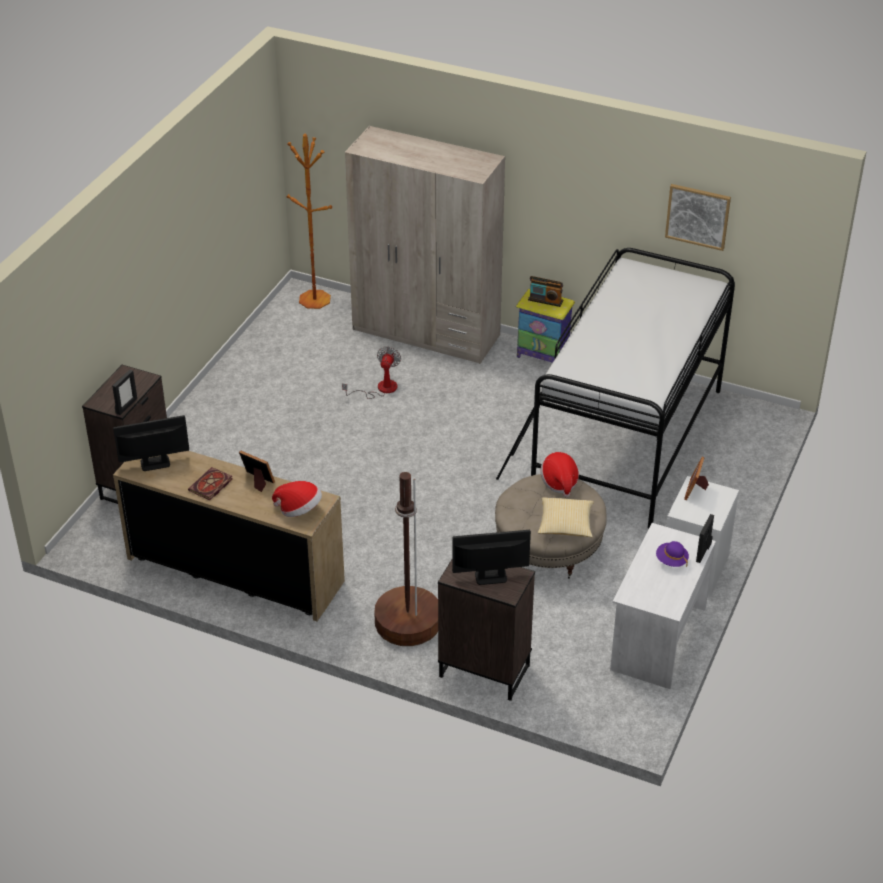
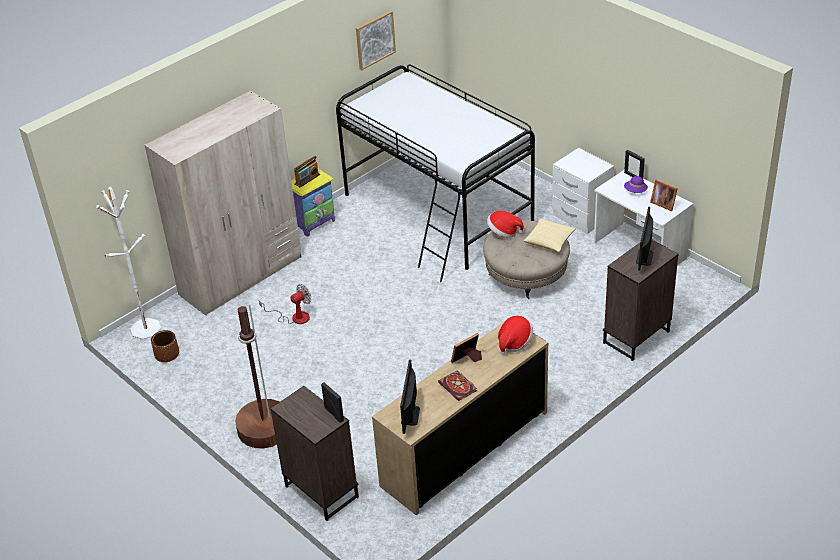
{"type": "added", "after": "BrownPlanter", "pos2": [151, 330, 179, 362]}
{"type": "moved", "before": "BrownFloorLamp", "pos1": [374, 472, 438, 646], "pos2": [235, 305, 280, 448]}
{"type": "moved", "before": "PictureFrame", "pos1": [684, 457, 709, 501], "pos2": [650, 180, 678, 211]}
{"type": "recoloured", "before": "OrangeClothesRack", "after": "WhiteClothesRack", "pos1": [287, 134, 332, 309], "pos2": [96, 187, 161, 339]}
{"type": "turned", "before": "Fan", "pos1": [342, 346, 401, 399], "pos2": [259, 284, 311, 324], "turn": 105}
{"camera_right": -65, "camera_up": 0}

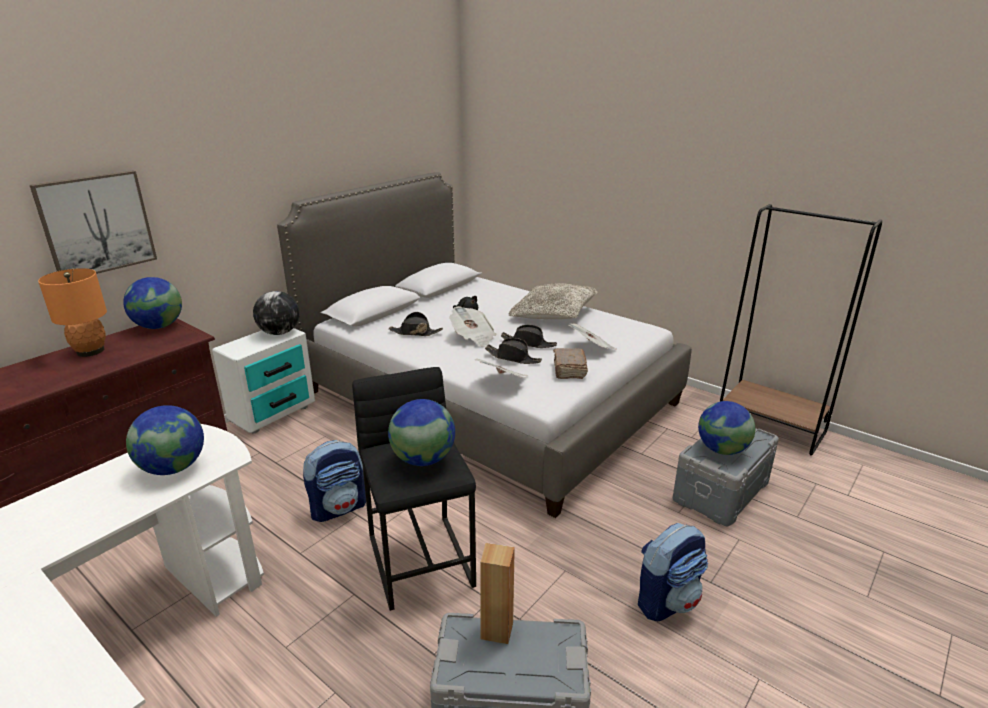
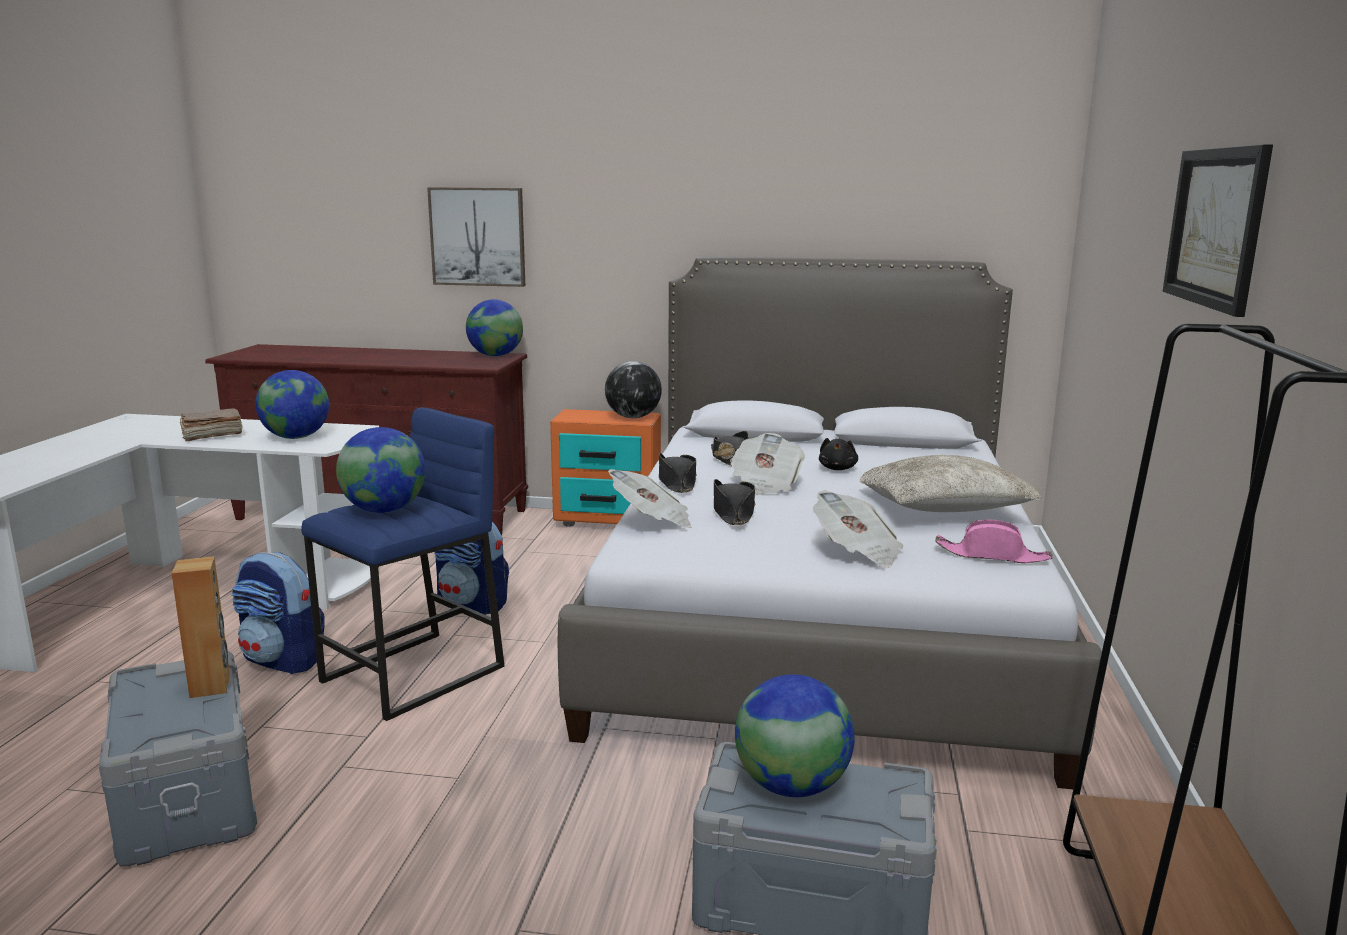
{"type": "removed", "before": "OrangeTableLamp", "pos1": [38, 268, 107, 357]}
{"type": "added", "after": "PinkHat", "pos2": [935, 520, 1053, 563]}
{"type": "added", "after": "Picture", "pos2": [1163, 145, 1273, 317]}
{"type": "moved", "before": "BlackHat", "pos1": [501, 325, 557, 348], "pos2": [659, 453, 697, 493]}
{"type": "moved", "before": "BrownBook", "pos1": [553, 348, 588, 379], "pos2": [180, 408, 243, 442]}
{"type": "moved", "before": "Backpack", "pos1": [638, 523, 708, 621], "pos2": [232, 552, 325, 674]}
{"type": "recoloured", "before": "WhiteNightstand", "after": "OrangeNightstand", "pos1": [212, 328, 315, 433], "pos2": [550, 409, 661, 527]}
{"type": "recoloured", "before": "BlackStool", "after": "BlueStool", "pos1": [352, 367, 476, 611], "pos2": [301, 407, 505, 721]}
{"camera_right": 60, "camera_up": -10}

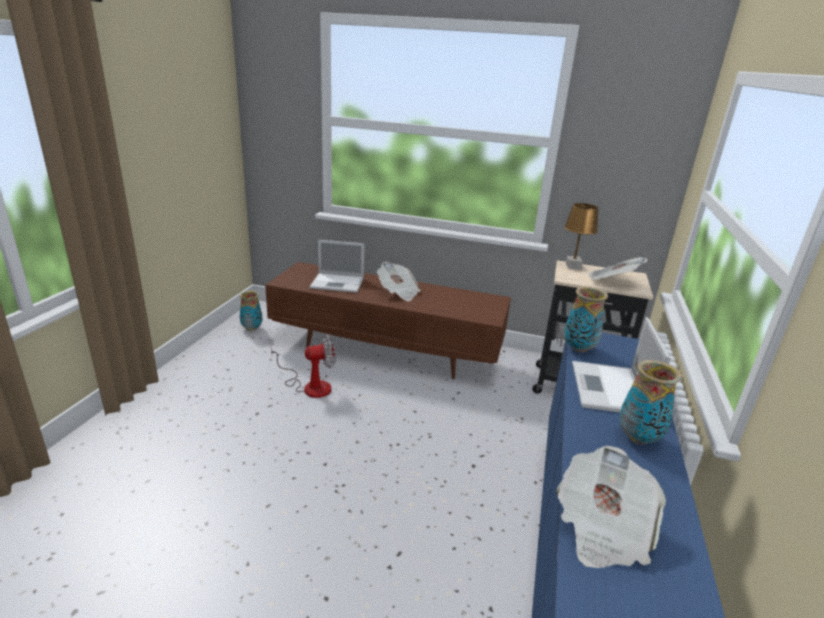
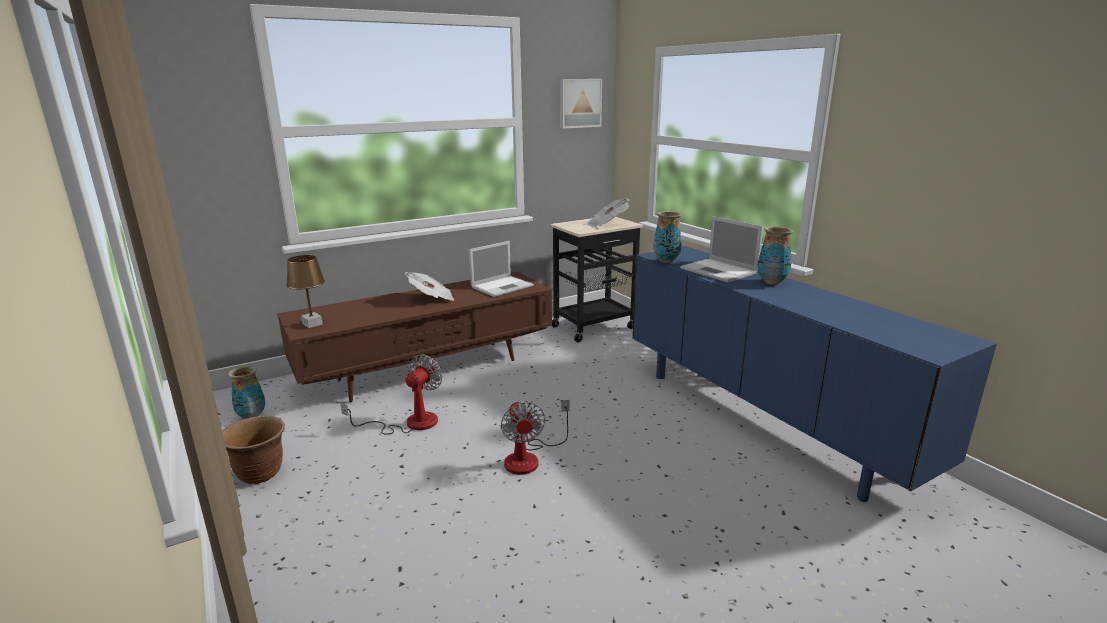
{"type": "removed", "before": "Newspaper", "pos1": [557, 446, 666, 568]}
{"type": "added", "after": "BrownPlanter", "pos2": [222, 416, 285, 484]}
{"type": "added", "after": "Fan", "pos2": [501, 400, 570, 475]}
{"type": "added", "after": "Picture", "pos2": [560, 79, 602, 129]}
{"type": "moved", "before": "Laptop", "pos1": [310, 240, 365, 293], "pos2": [469, 241, 534, 297]}
{"type": "moved", "before": "BrownTableLamp", "pos1": [564, 203, 598, 269], "pos2": [287, 255, 325, 328]}
{"camera_right": -45, "camera_up": -5}

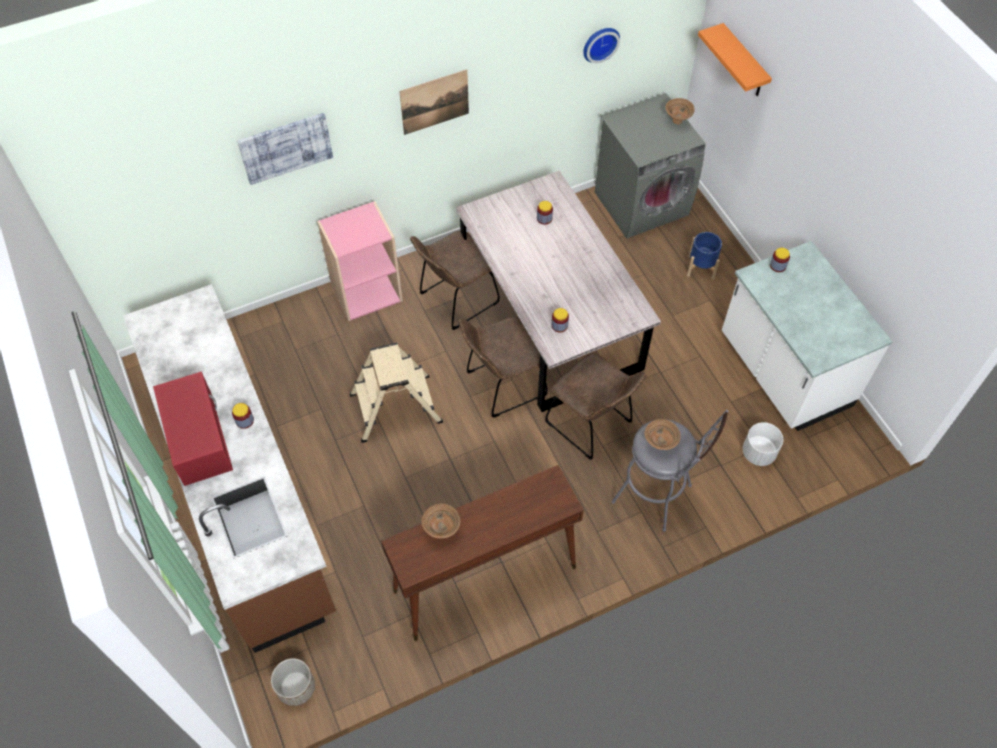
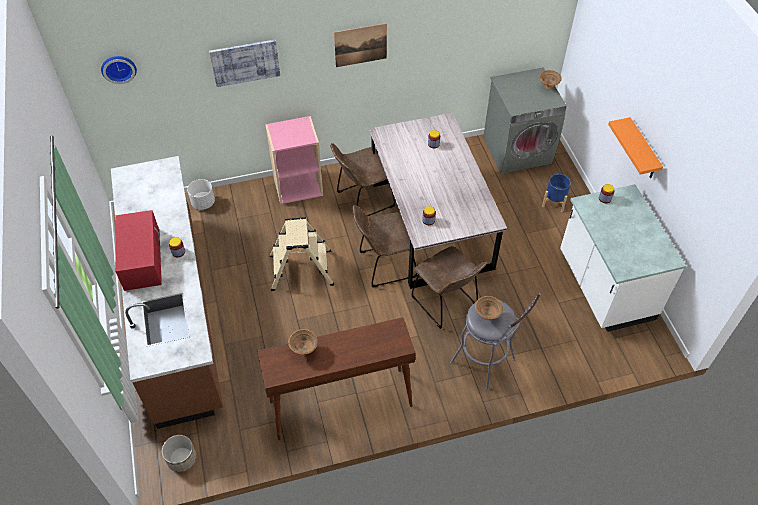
{"type": "moved", "before": "WallClock", "pos1": [583, 28, 620, 63], "pos2": [101, 56, 137, 84]}
{"type": "moved", "before": "OrangeShelf", "pos1": [698, 23, 772, 96], "pos2": [608, 117, 663, 178]}
{"type": "moved", "before": "WhitePlanter", "pos1": [743, 422, 783, 466], "pos2": [187, 179, 215, 210]}
{"camera_right": 10, "camera_up": -5}

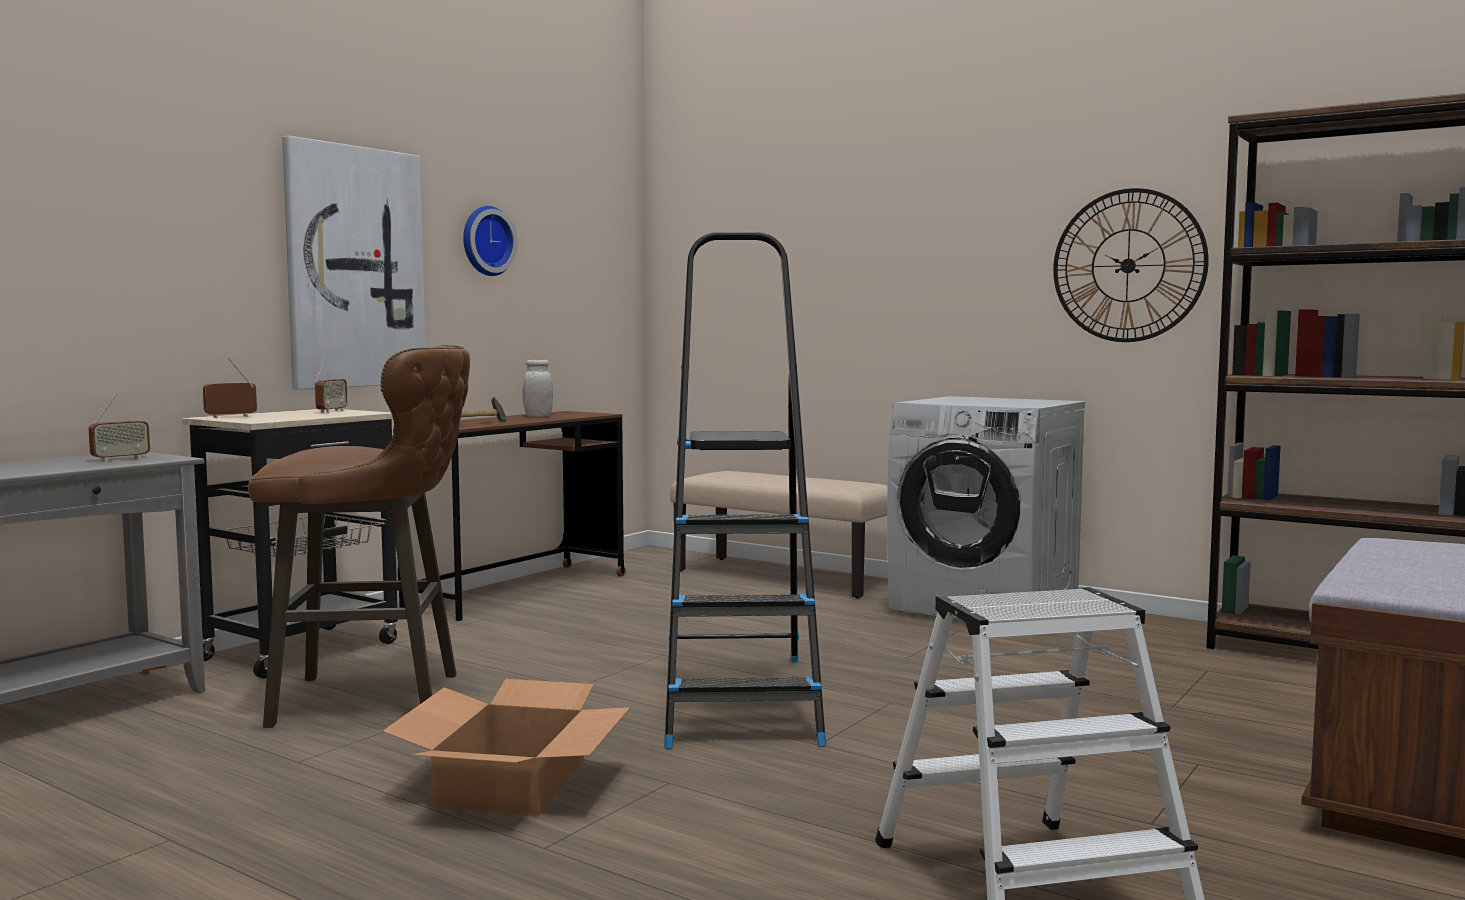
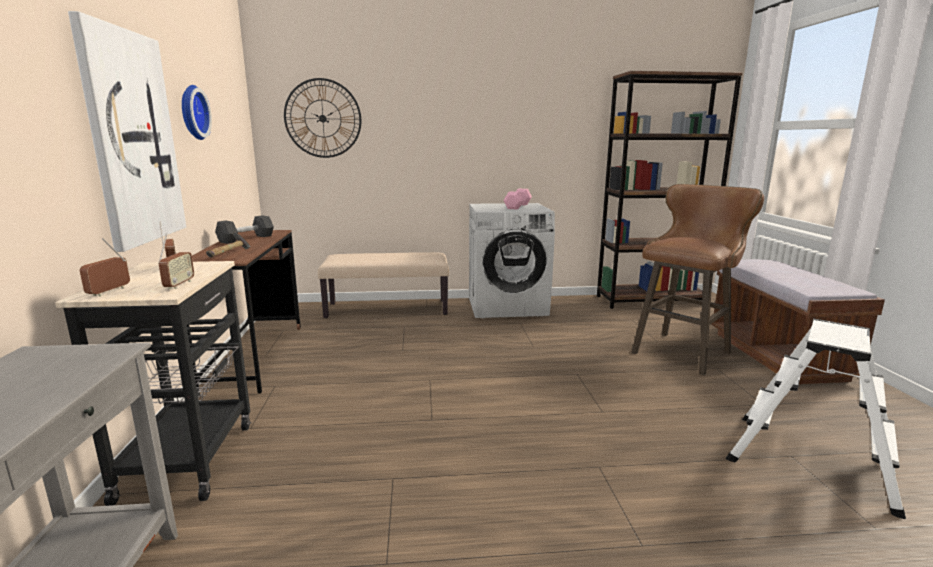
{"type": "removed", "before": "CardboardBox", "pos1": [382, 679, 630, 816]}
{"type": "removed", "before": "BlackStepLadder", "pos1": [664, 232, 826, 749]}
{"type": "added", "after": "PinkDumbbell", "pos2": [503, 189, 532, 210]}
{"type": "moved", "before": "Radio", "pos1": [89, 394, 150, 461], "pos2": [158, 233, 194, 289]}
{"type": "moved", "before": "BrownStool", "pos1": [248, 345, 470, 728], "pos2": [631, 184, 764, 375]}
{"type": "moved", "before": "WallClock", "pos1": [1053, 188, 1209, 342], "pos2": [284, 78, 361, 158]}
{"type": "replaced", "before": "WhiteJar", "after": "GreyDumbbell", "pos1": [523, 360, 553, 417], "pos2": [215, 215, 274, 244]}
{"camera_right": -40, "camera_up": 10}

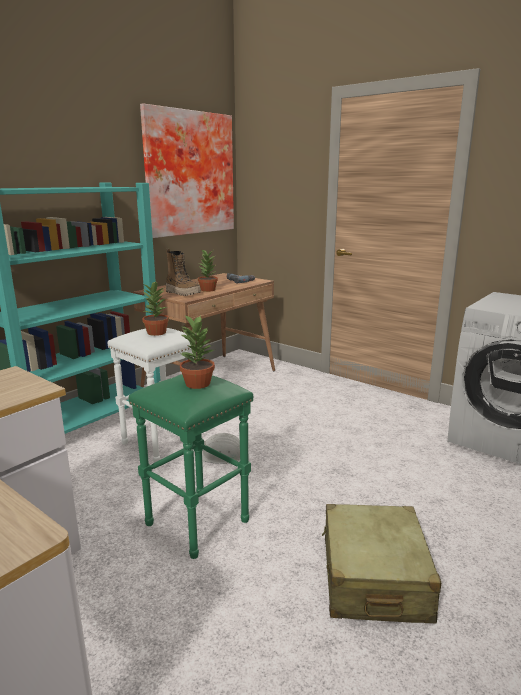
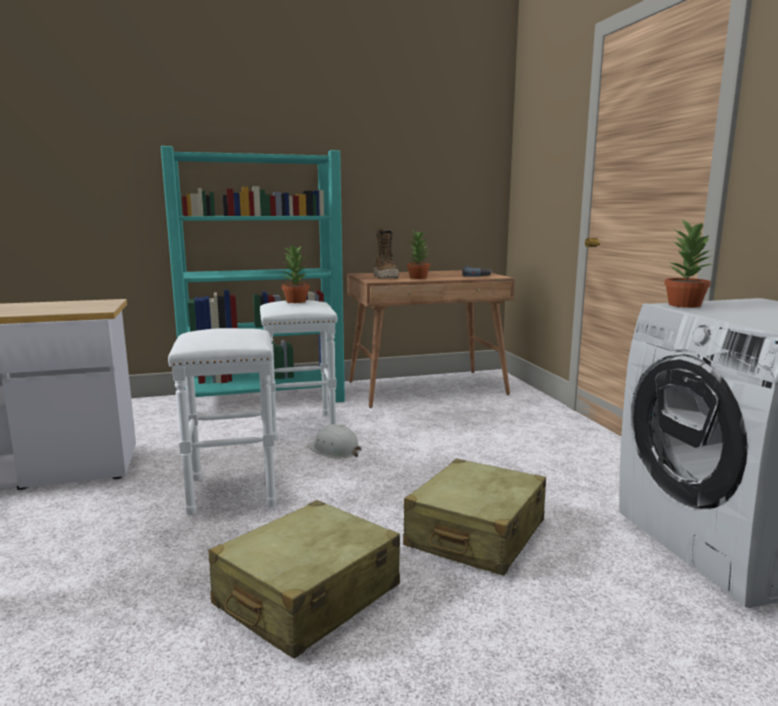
{"type": "removed", "before": "Picture", "pos1": [140, 103, 234, 238]}
{"type": "added", "after": "BeigeSuitcase", "pos2": [403, 459, 546, 576]}
{"type": "moved", "before": "PottedPlant", "pos1": [180, 315, 215, 389], "pos2": [664, 219, 715, 308]}
{"type": "recoloured", "before": "GreenStool", "after": "WhiteStool", "pos1": [129, 374, 253, 559], "pos2": [168, 328, 276, 515]}
{"camera_right": 35, "camera_up": -5}

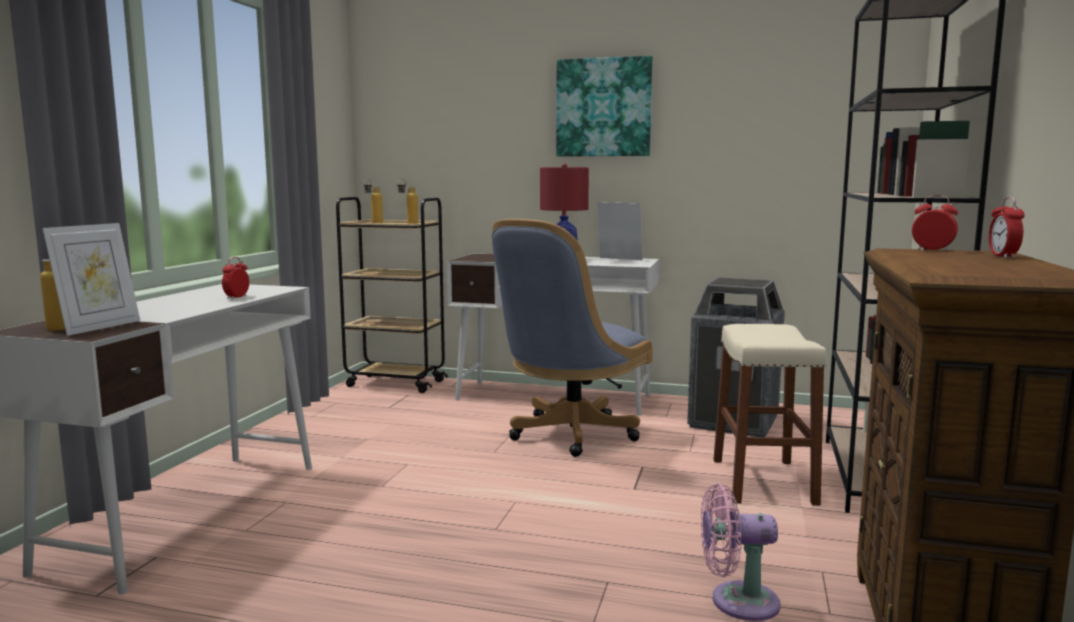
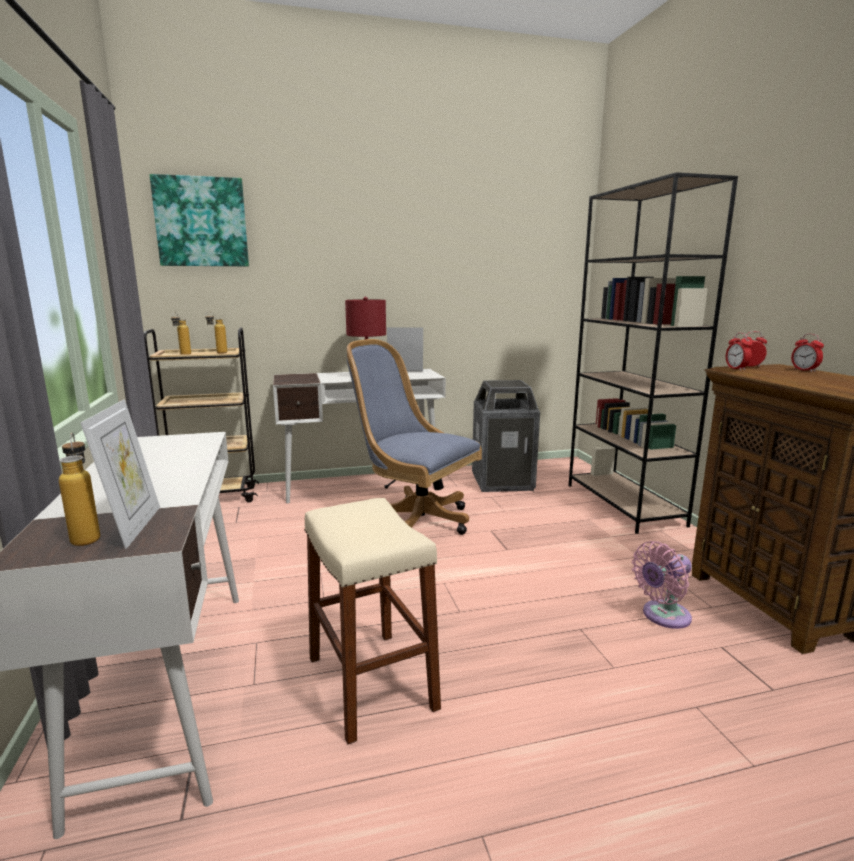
{"type": "moved", "before": "AlarmClock", "pos1": [222, 257, 249, 299], "pos2": [726, 333, 752, 370]}
{"type": "moved", "before": "Picture", "pos1": [556, 56, 653, 157], "pos2": [150, 174, 249, 267]}
{"type": "moved", "before": "BeigeStool", "pos1": [713, 324, 827, 506], "pos2": [304, 498, 441, 744]}
{"type": "turned", "before": "BlueOfficeChair", "pos1": [492, 219, 653, 457], "pos2": [347, 339, 482, 535], "turn": 120}
{"camera_right": -30, "camera_up": 5}

